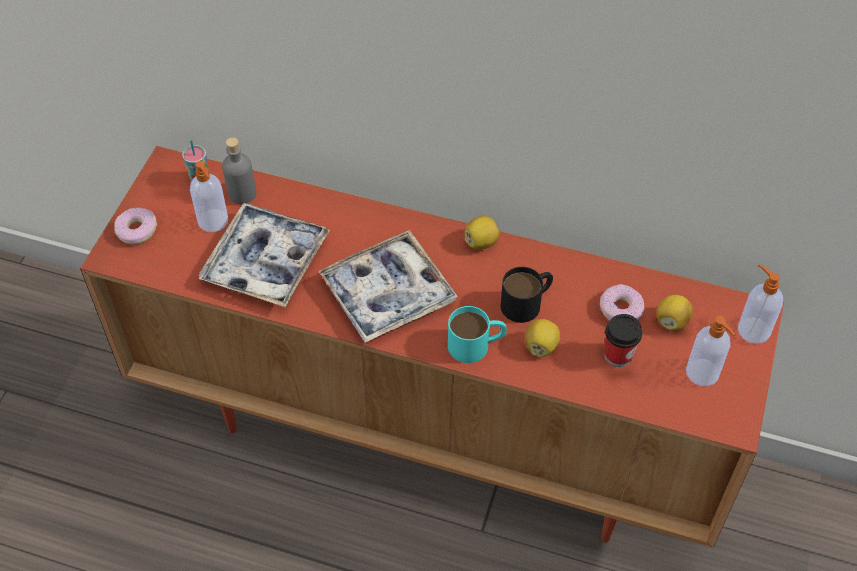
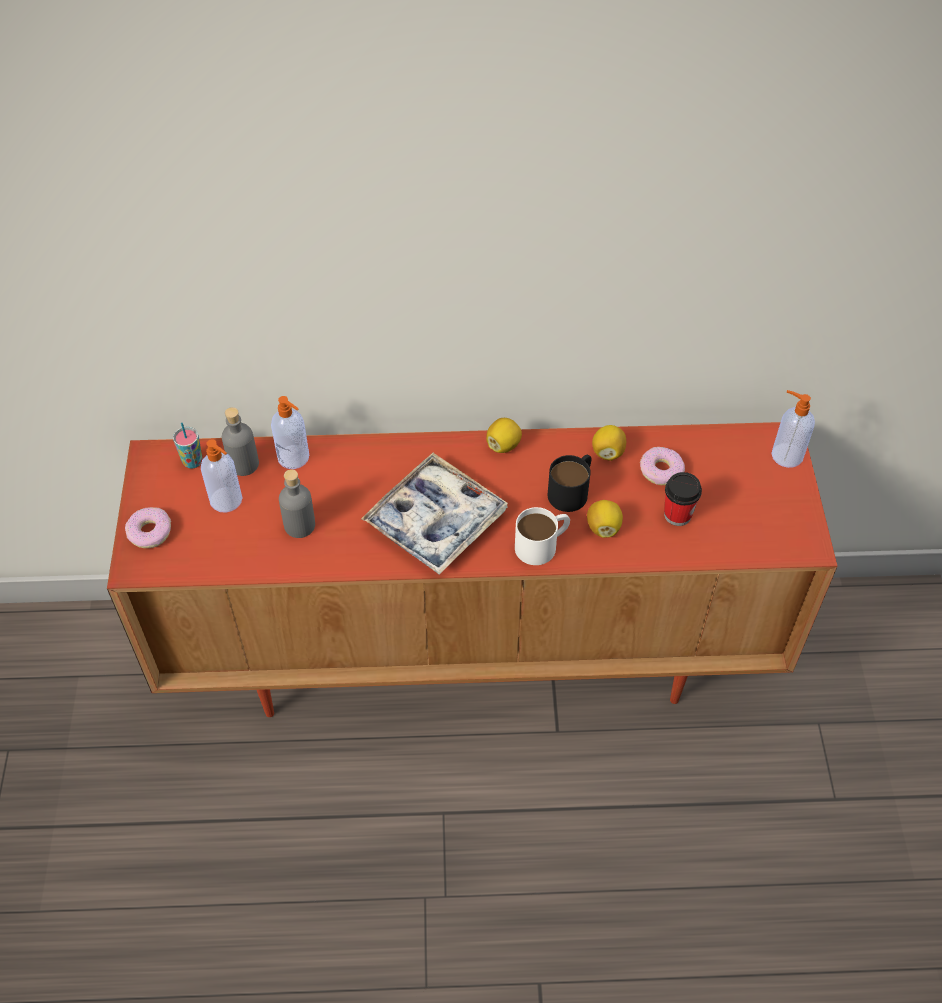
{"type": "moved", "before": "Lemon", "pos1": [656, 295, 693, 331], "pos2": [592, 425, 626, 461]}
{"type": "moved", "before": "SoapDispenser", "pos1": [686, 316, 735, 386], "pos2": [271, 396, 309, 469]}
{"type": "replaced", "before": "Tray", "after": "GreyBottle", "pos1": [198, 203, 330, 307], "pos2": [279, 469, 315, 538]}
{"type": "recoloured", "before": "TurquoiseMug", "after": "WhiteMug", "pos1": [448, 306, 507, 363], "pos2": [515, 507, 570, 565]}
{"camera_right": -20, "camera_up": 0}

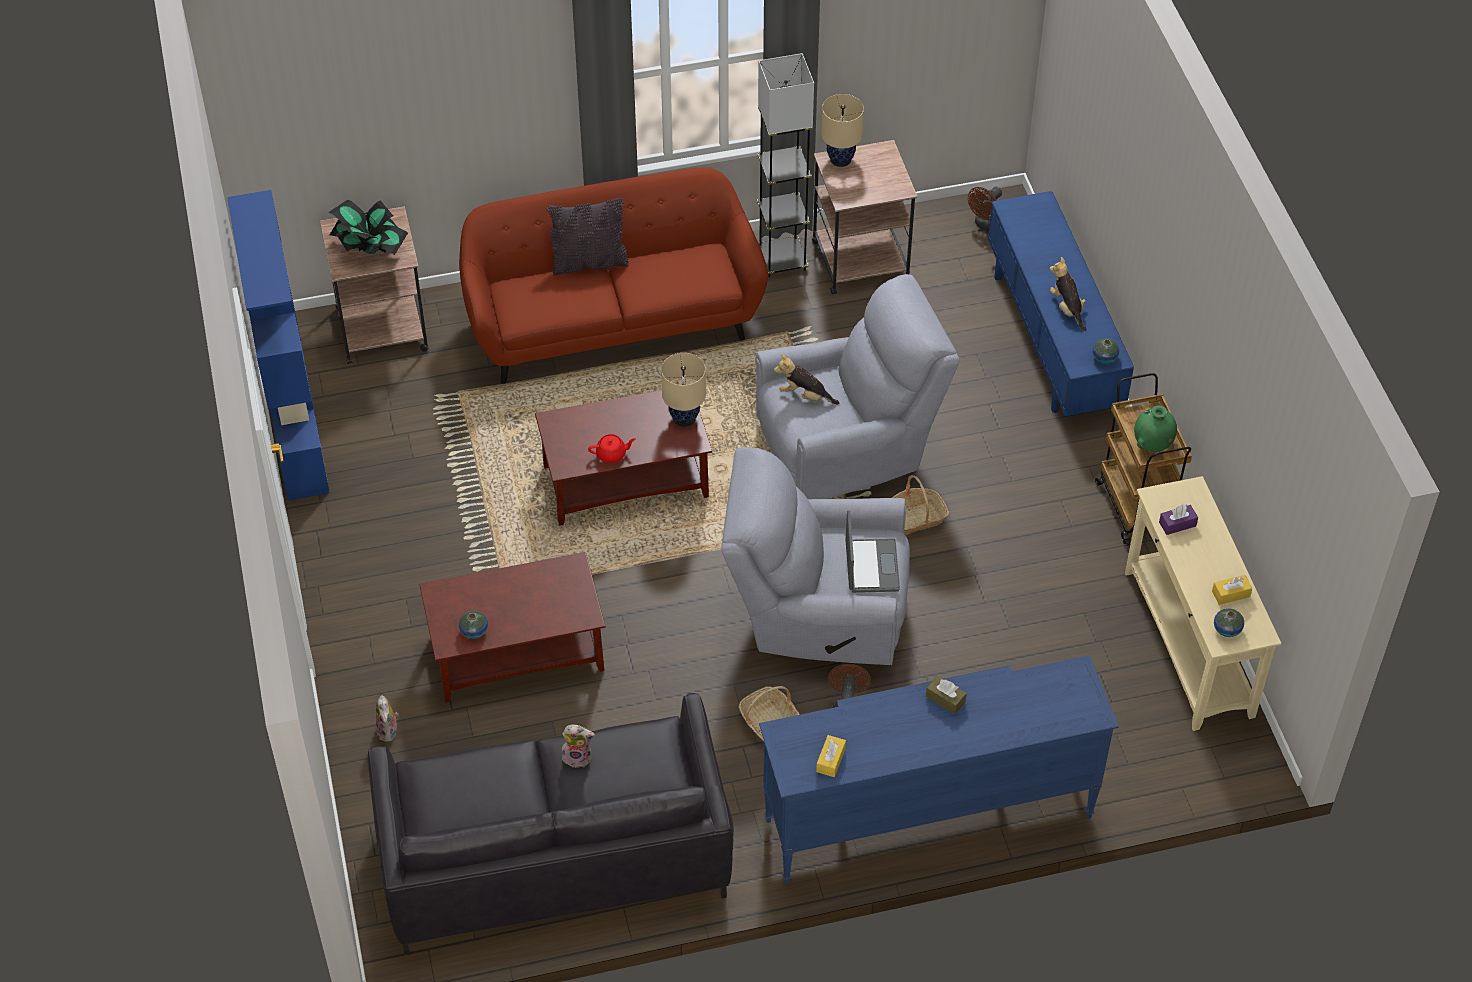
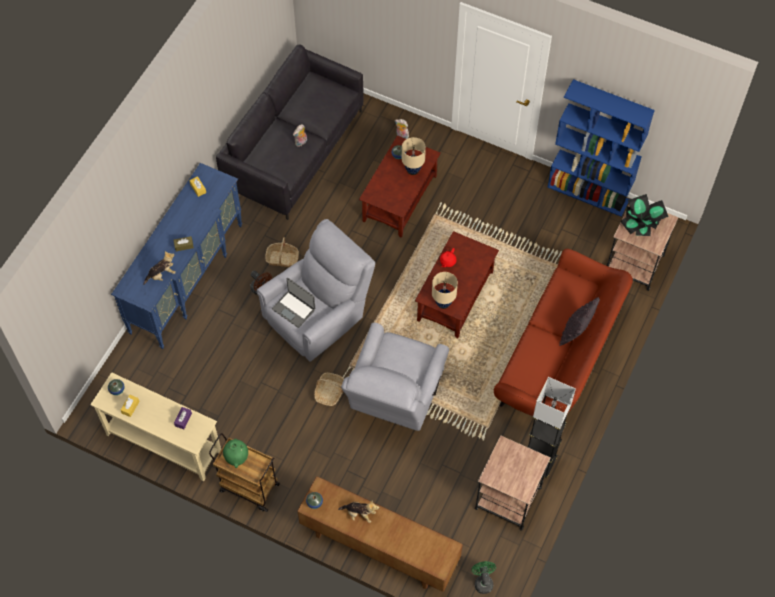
{"type": "moved", "before": "PlushToy", "pos1": [774, 354, 839, 404], "pos2": [143, 251, 176, 285]}
{"type": "moved", "before": "BeigeTableLamp", "pos1": [821, 94, 864, 167], "pos2": [402, 137, 426, 175]}
{"type": "recoloured", "before": "BrownFan", "after": "GreenFan", "pos1": [968, 186, 1002, 231], "pos2": [471, 561, 496, 594]}
{"type": "recoloured", "before": "BlueTvStand", "after": "BrownTvStand", "pos1": [988, 191, 1134, 416], "pos2": [297, 476, 463, 592]}
{"camera_right": 130, "camera_up": 10}

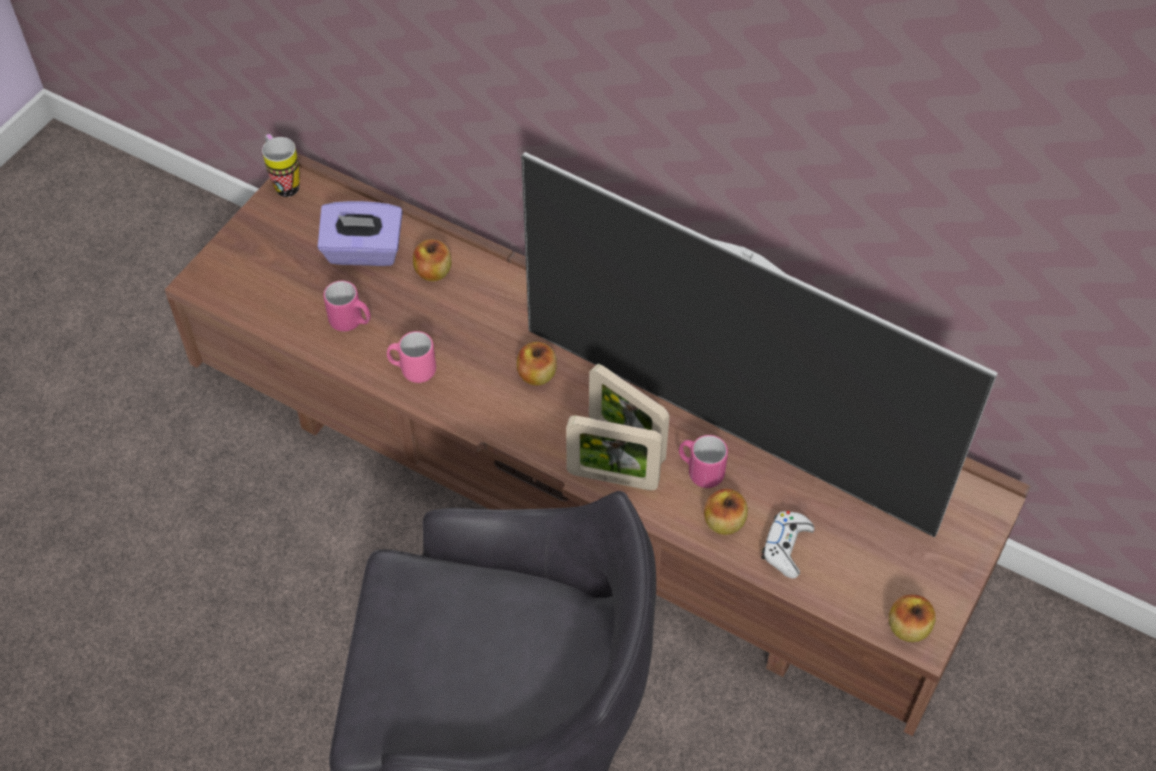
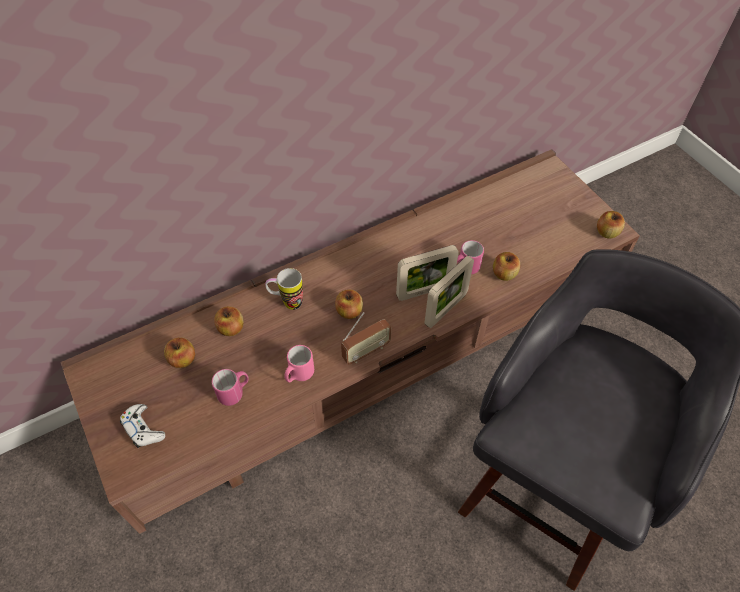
{"type": "removed", "before": "Television", "pos1": [521, 152, 998, 538]}
{"type": "added", "after": "Radio", "pos2": [341, 312, 391, 364]}
{"type": "moved", "before": "Mug", "pos1": [262, 134, 300, 197], "pos2": [265, 268, 303, 310]}
{"type": "moved", "before": "WhiteGameController", "pos1": [761, 511, 815, 579], "pos2": [120, 404, 165, 448]}
{"type": "replaced", "before": "PurpleTissueBox", "after": "Apple", "pos1": [317, 201, 403, 266], "pos2": [164, 337, 195, 368]}
{"camera_right": -60, "camera_up": 0}

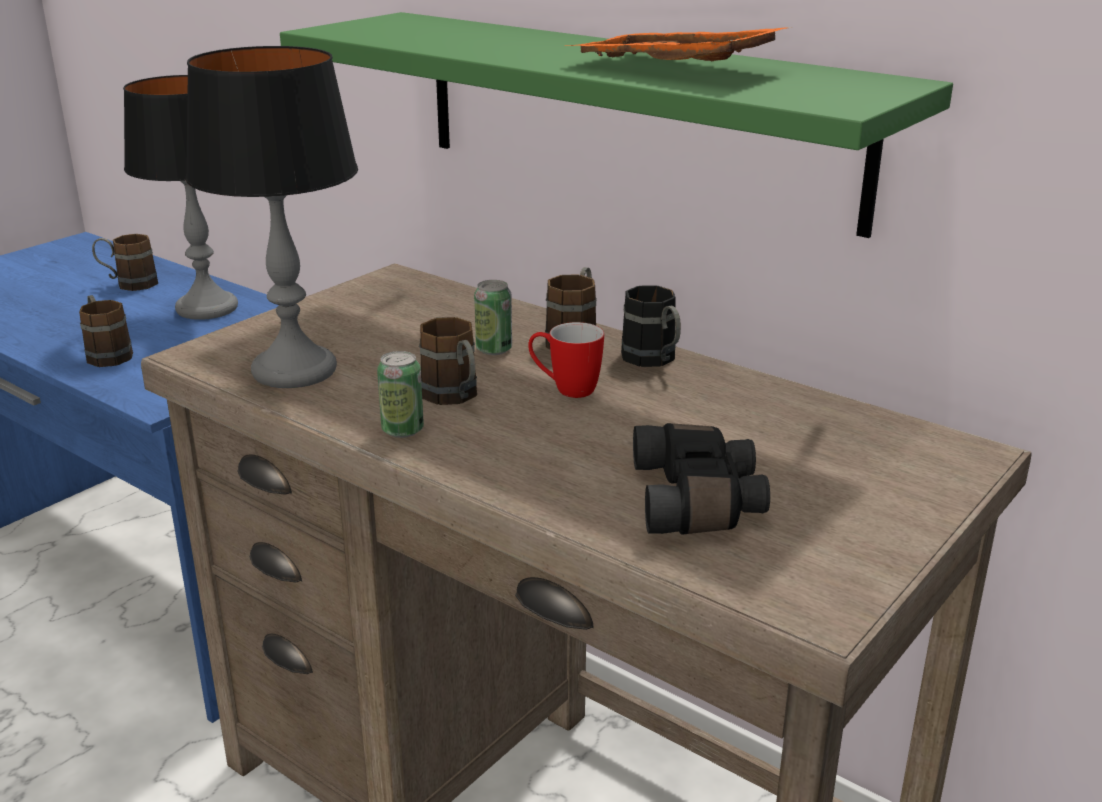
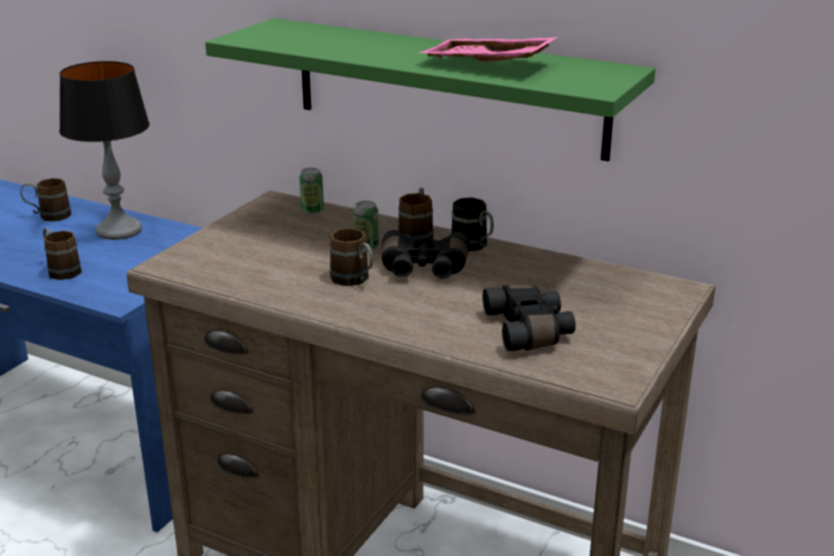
{"type": "removed", "before": "TableLamp", "pos1": [185, 46, 358, 388]}
{"type": "moved", "before": "Can", "pos1": [377, 351, 424, 438], "pos2": [299, 168, 324, 214]}
{"type": "replaced", "before": "Mug", "after": "BlackBinoculars", "pos1": [528, 322, 604, 398], "pos2": [382, 230, 470, 279]}
{"type": "recoloured", "before": "OrangeTray", "after": "PinkTray", "pos1": [563, 27, 793, 61], "pos2": [418, 37, 559, 62]}
{"camera_right": -10, "camera_up": 0}

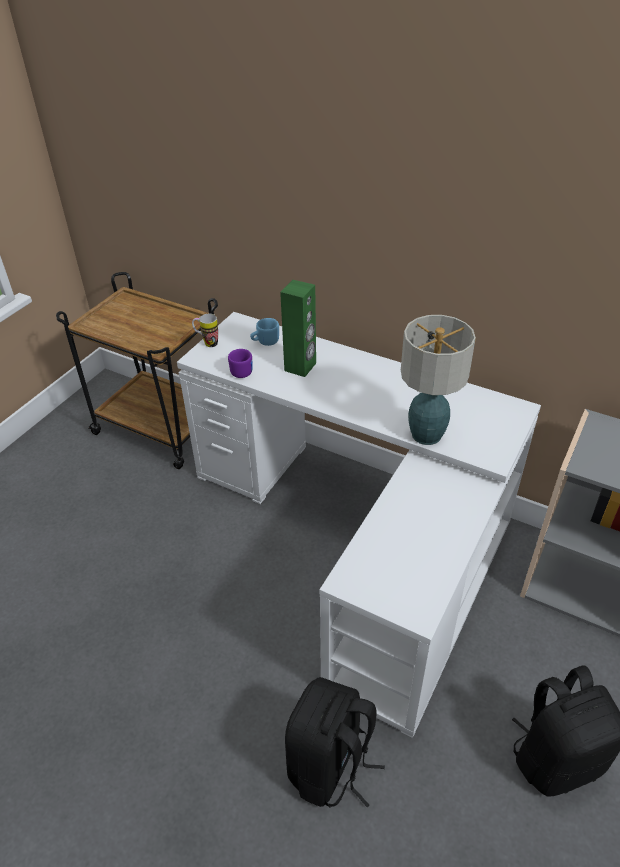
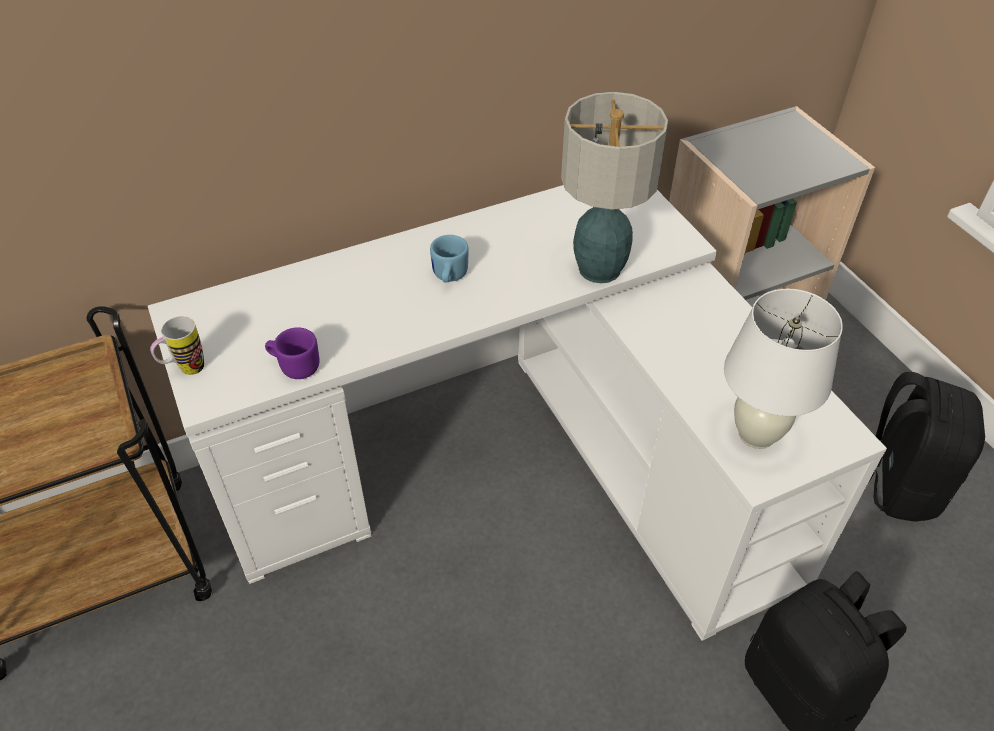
{"type": "removed", "before": "GreenSpeaker", "pos1": [280, 280, 316, 377]}
{"type": "added", "after": "WhiteTableLamp", "pos2": [724, 289, 843, 449]}
{"type": "moved", "before": "BlueMug", "pos1": [250, 318, 279, 346], "pos2": [430, 235, 469, 282]}
{"camera_right": -55, "camera_up": 5}

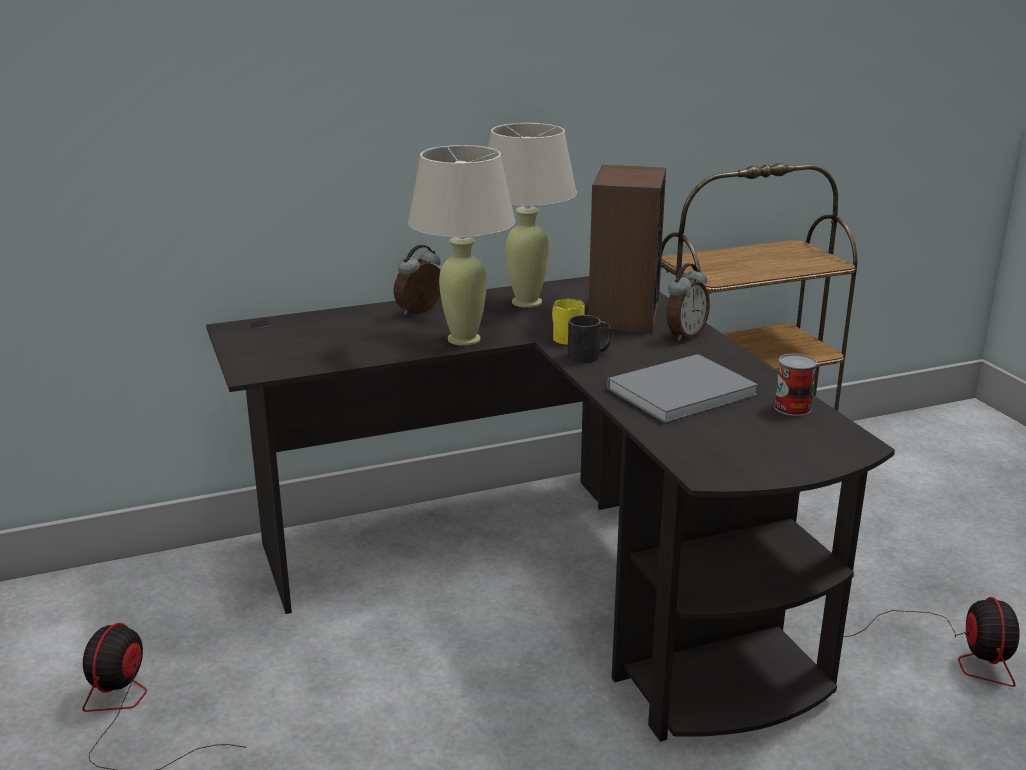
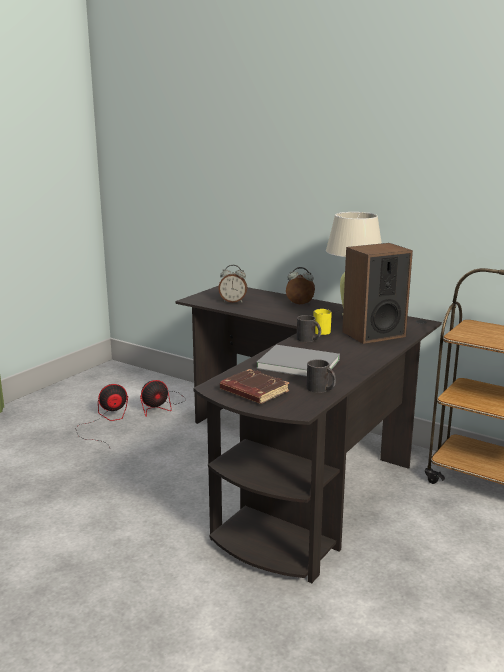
{"type": "removed", "before": "BeigeTableLamp", "pos1": [408, 145, 515, 346]}
{"type": "added", "after": "BrownBook", "pos2": [220, 369, 289, 404]}
{"type": "moved", "before": "AlarmClock", "pos1": [666, 263, 710, 341], "pos2": [218, 265, 247, 303]}
{"type": "moved", "before": "Fan", "pos1": [843, 597, 1020, 687], "pos2": [140, 380, 186, 417]}
{"type": "replaced", "before": "Can", "after": "BlackMug", "pos1": [774, 354, 817, 416], "pos2": [307, 359, 336, 393]}
{"camera_right": 55, "camera_up": -5}

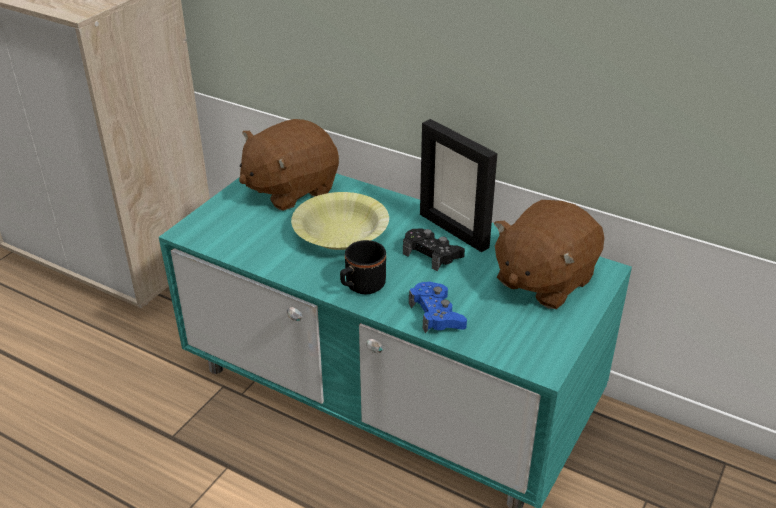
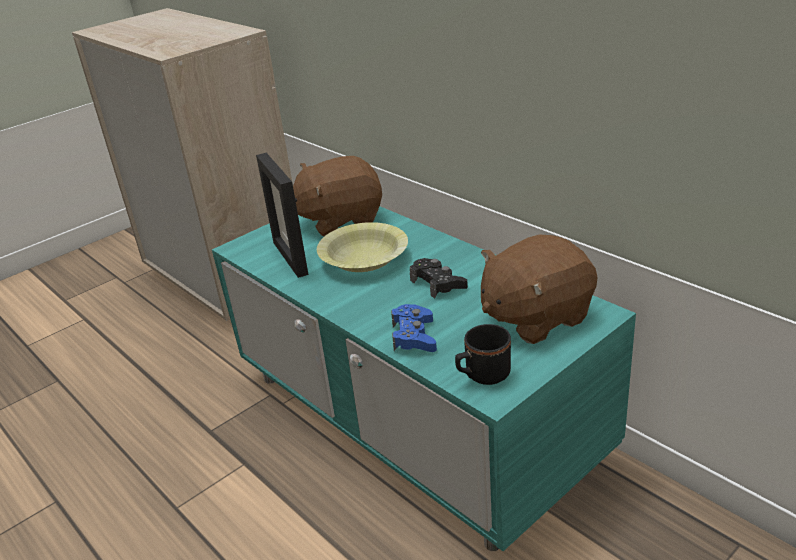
{"type": "moved", "before": "BlackMug", "pos1": [340, 240, 386, 294], "pos2": [455, 324, 511, 385]}
{"type": "moved", "before": "PictureFrame", "pos1": [420, 119, 497, 252], "pos2": [256, 153, 308, 278]}
{"camera_right": 20, "camera_up": -5}

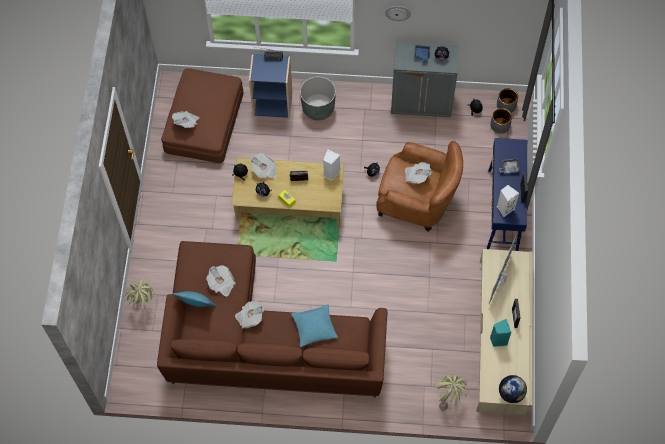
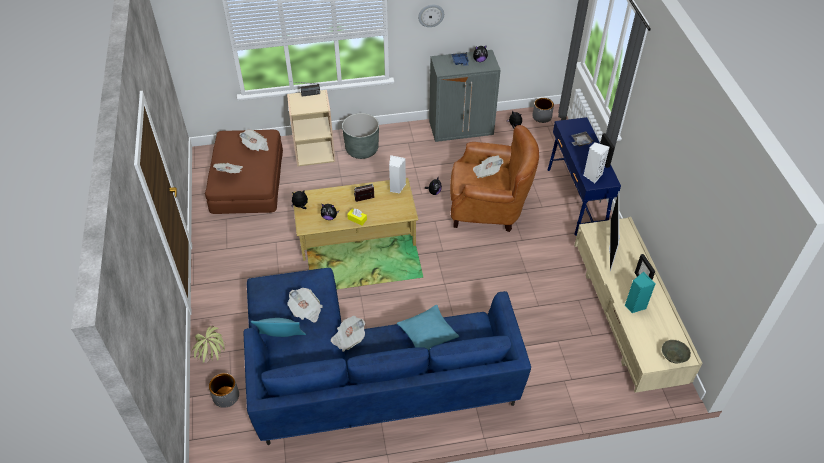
{"type": "removed", "before": "PottedPlant", "pos1": [434, 375, 468, 411]}
{"type": "moved", "before": "Newspaper", "pos1": [251, 153, 277, 179], "pos2": [240, 130, 269, 151]}
{"type": "moved", "before": "GreyPlanter", "pos1": [490, 108, 512, 134], "pos2": [209, 373, 239, 408]}
{"type": "replaced", "before": "Globe", "after": "GreyBowl", "pos1": [499, 375, 527, 403], "pos2": [662, 340, 691, 363]}
{"type": "recoloured", "before": "BrownSofa", "after": "BlueSofa", "pos1": [157, 241, 387, 398], "pos2": [243, 268, 531, 445]}
{"type": "recoloured", "before": "BlueBookcase", "after": "BeigeBookcase", "pos1": [249, 54, 292, 118], "pos2": [287, 90, 335, 167]}
{"camera_right": -15, "camera_up": -15}

